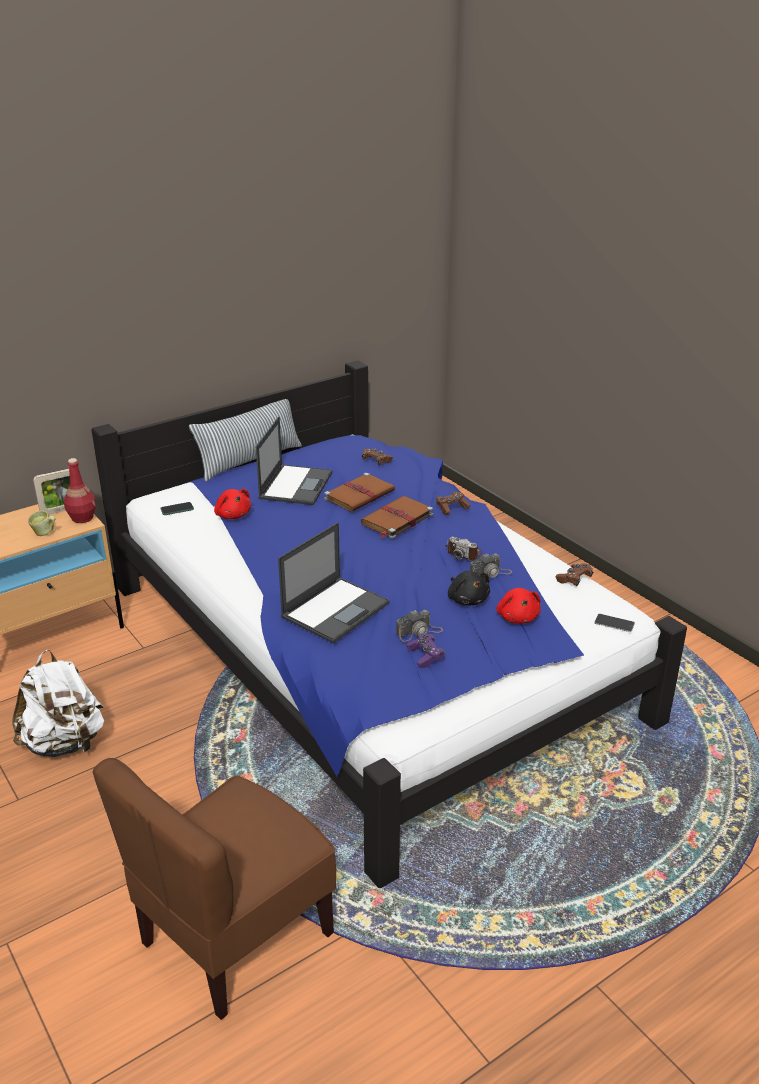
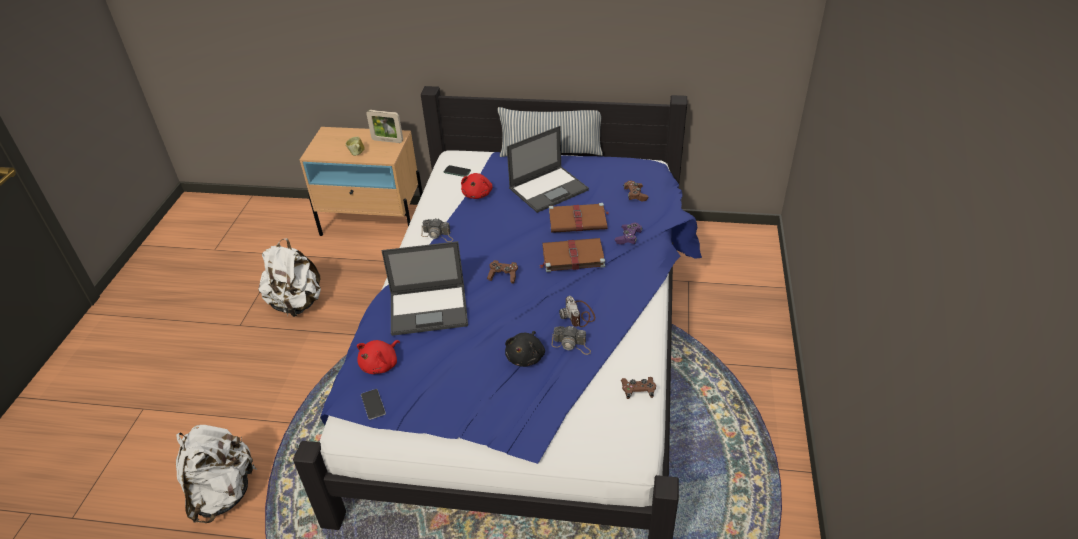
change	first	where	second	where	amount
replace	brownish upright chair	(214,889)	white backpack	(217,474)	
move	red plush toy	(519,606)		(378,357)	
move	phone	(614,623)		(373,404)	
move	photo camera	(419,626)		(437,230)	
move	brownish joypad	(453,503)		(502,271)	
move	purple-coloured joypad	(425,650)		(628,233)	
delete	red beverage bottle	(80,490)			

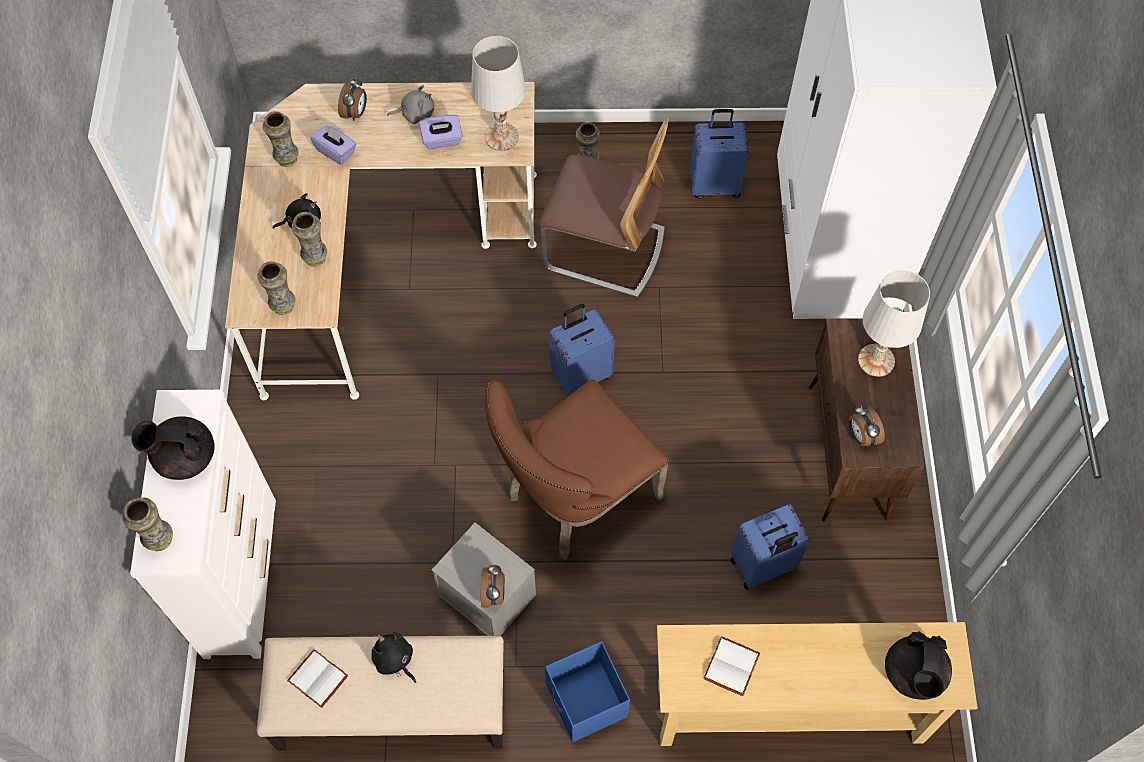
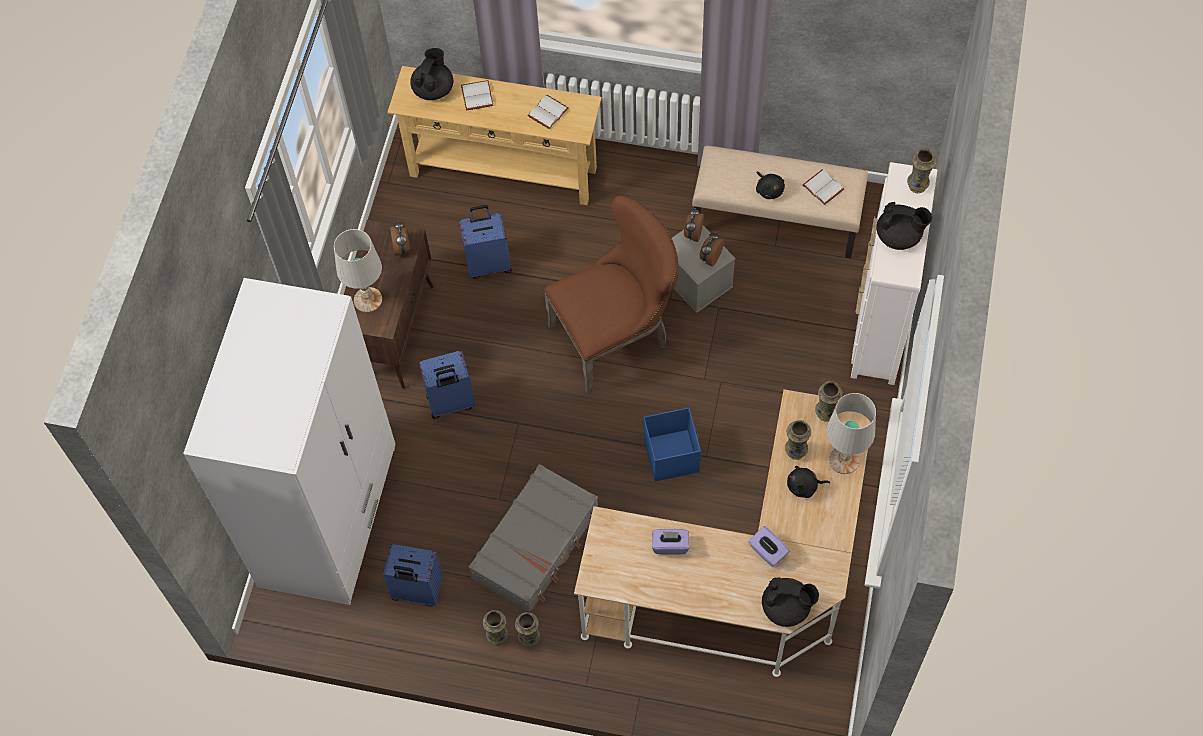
change	first	where	second	where	amount
move	bluish travel case	(582,350)		(447,385)	
insert			white volume	(477,95)	
replace	upright chair	(604,206)	grey travel case	(533,538)	
move	decorative vase	(280,139)		(495,627)	
move	bluish storage container	(587,691)		(672,445)	
move	bedside clock	(352,99)		(712,249)	
insert			black-coloured teapot	(790,602)	
move	white lamp for a table	(498,93)		(851,433)	
delete	grey plush toy	(410,104)			

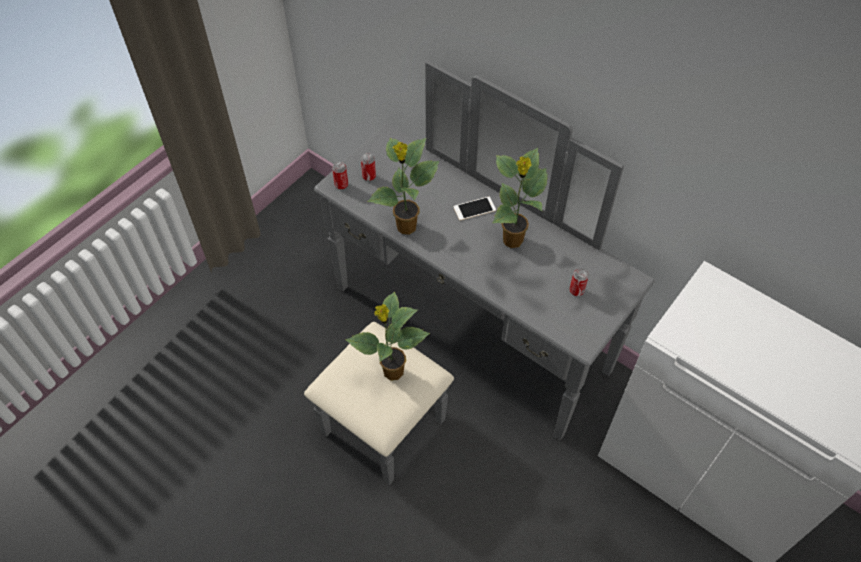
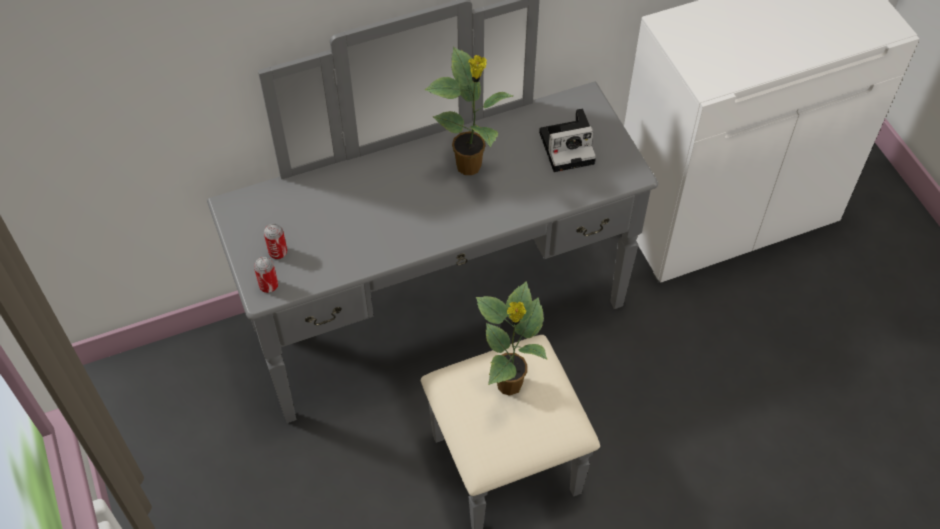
change	first	where	second	where	amount
replace	sealed can	(579,282)	photo camera	(567,140)	
delete	plant in a pot	(403,186)			
delete	phone	(475,208)			

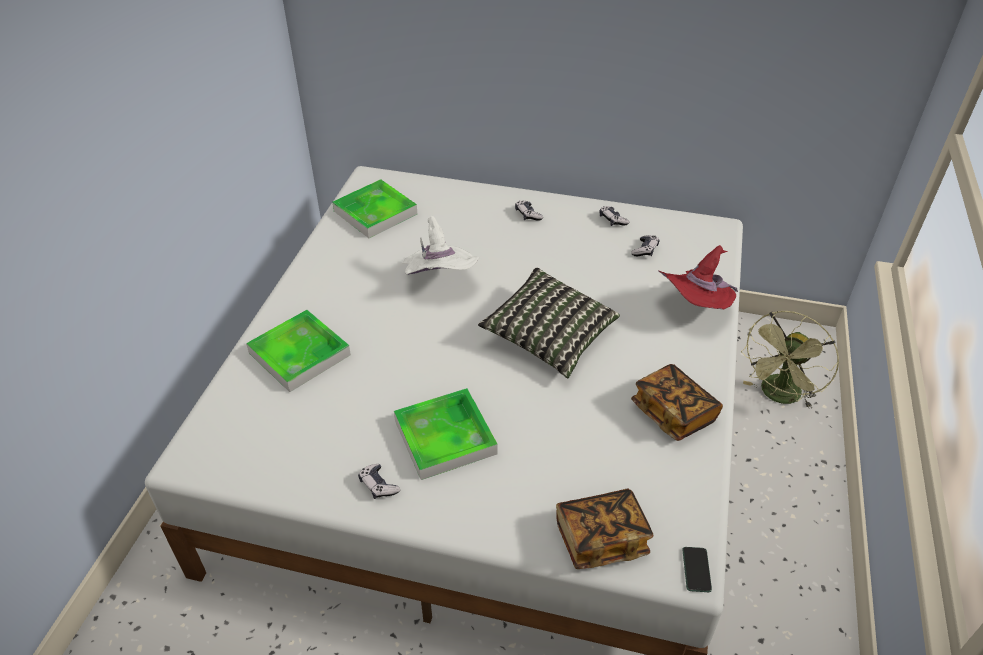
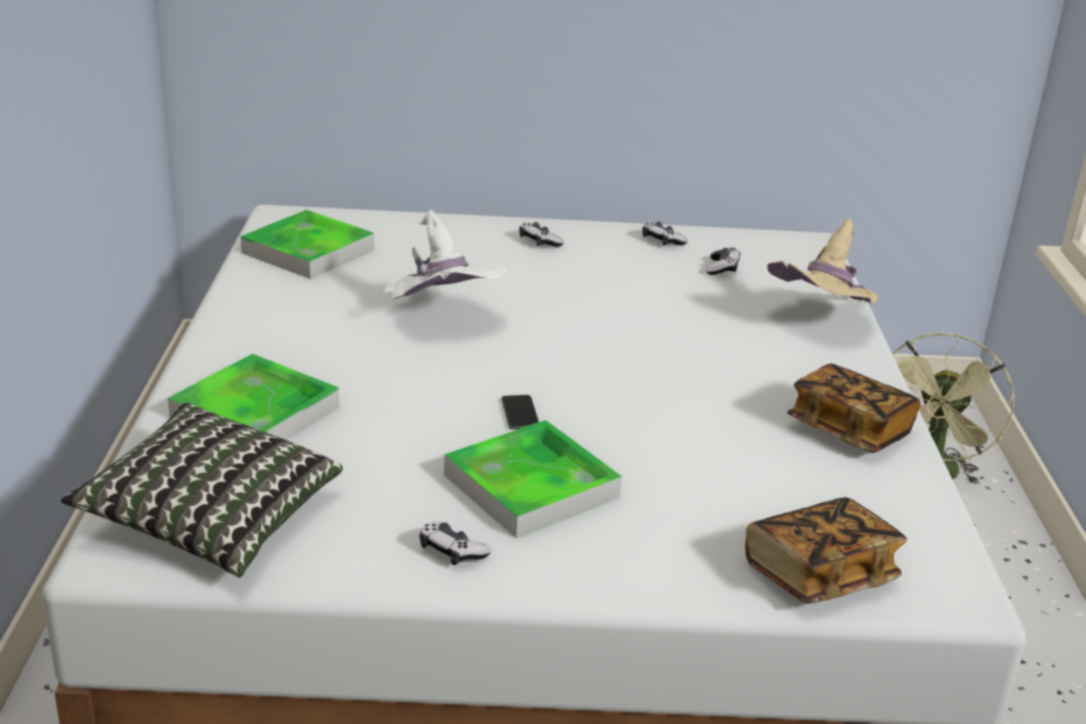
change	first	where	second	where	amount
move	pillow	(549,322)		(202,490)	
move	phone	(697,569)		(520,412)	
recolor	red clothing hat	(698,277)	beige-coloured clothing hat	(822,261)	

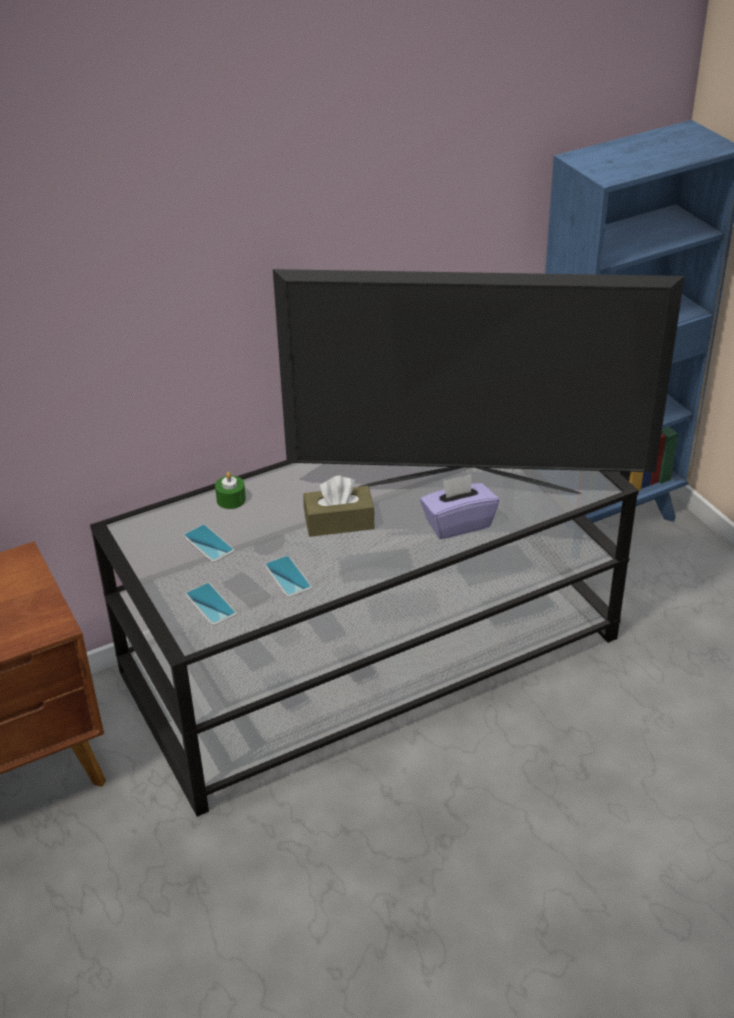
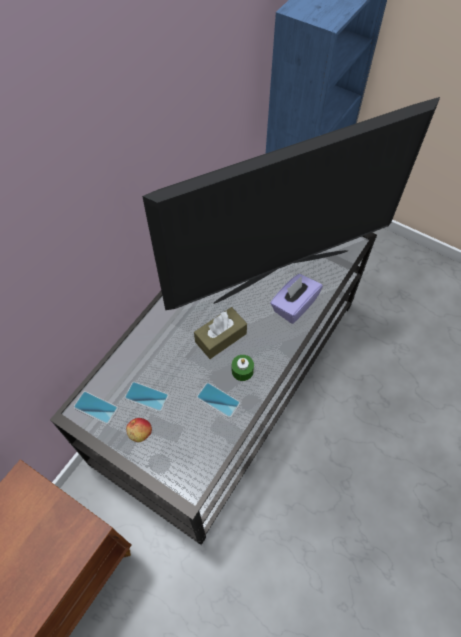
change	first	where	second	where	amount
move	phone	(211,604)		(96,407)	
insert			apple fruit	(139,430)	
move	green wax light	(230,490)		(243,368)	

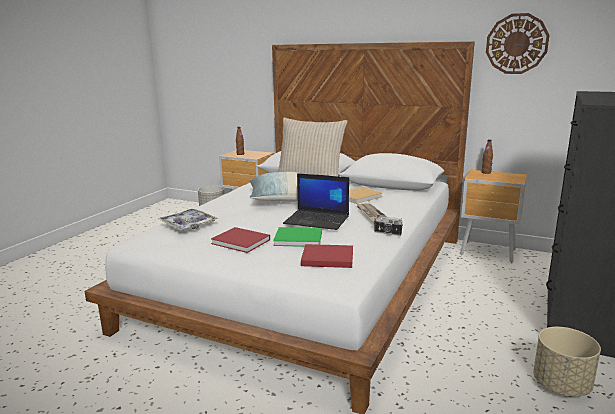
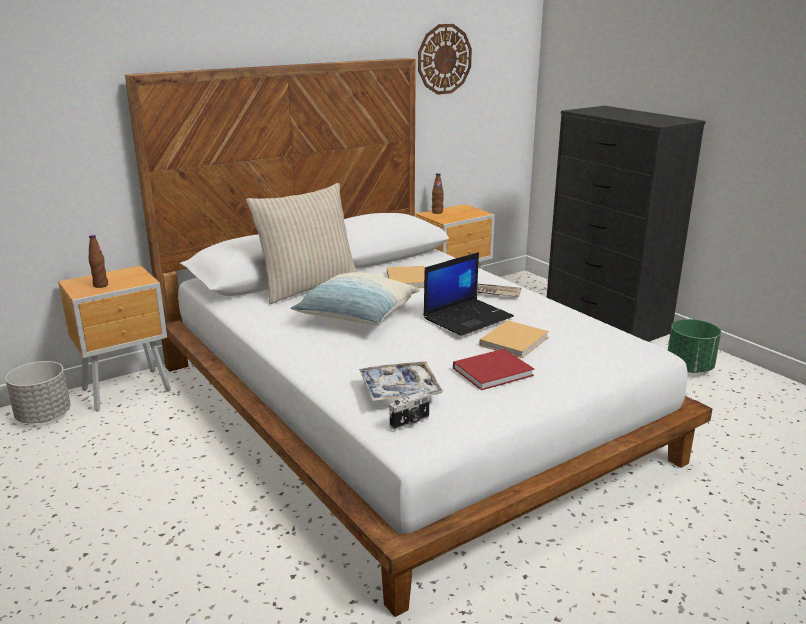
change	first	where	second	where	amount
move	photo camera	(388,225)		(409,410)	
recolor	green volume	(297,237)	beige-coloured volume	(514,339)	
recolor	beige-coloured flower pot	(567,362)	green flower pot	(694,346)	
delete	red volume	(327,256)			

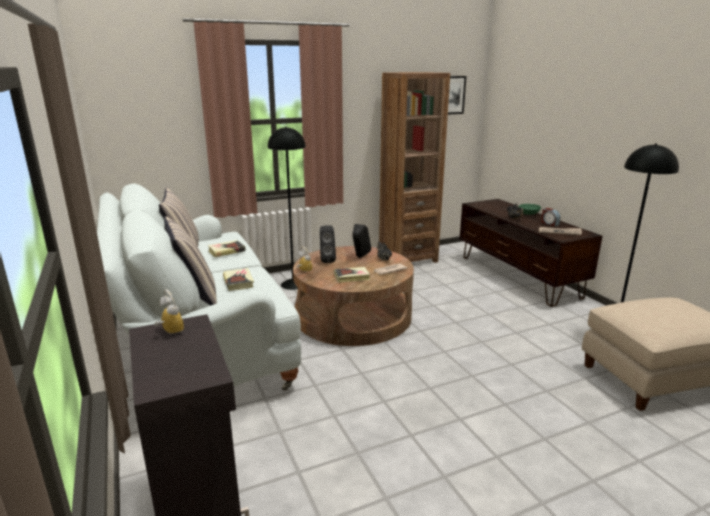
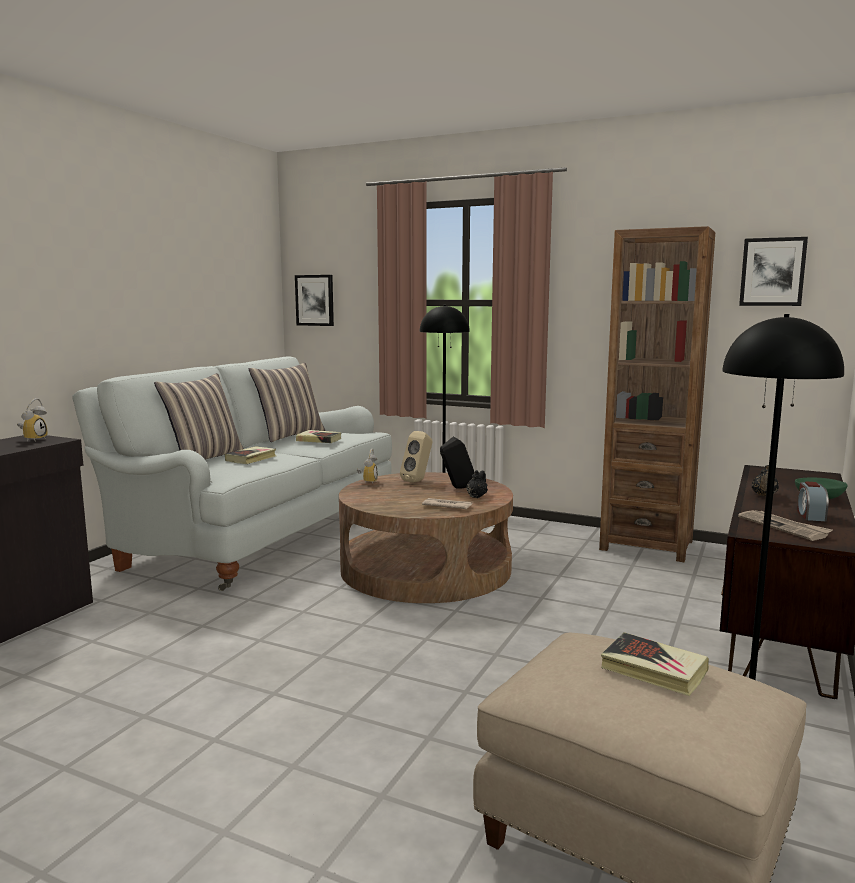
change	first	where	second	where	amount
insert			wall art	(314,300)	
recolor	black-coloured speaker	(328,244)	beige-coloured speaker	(416,457)	
move	volume	(352,275)		(655,664)	

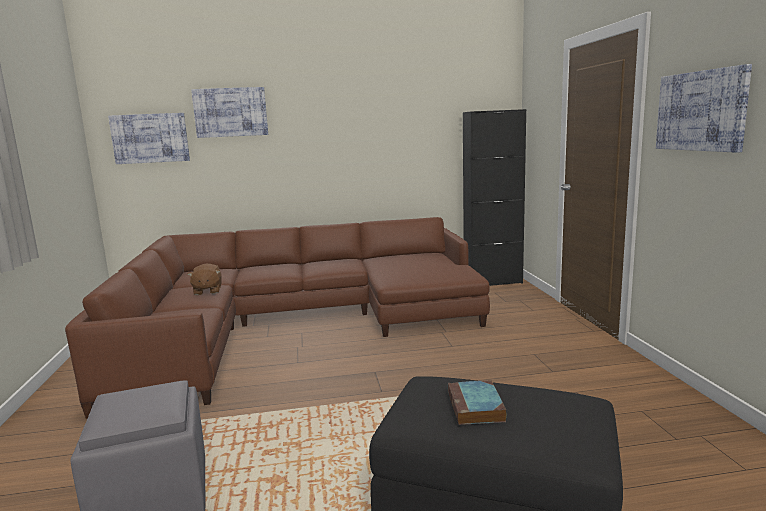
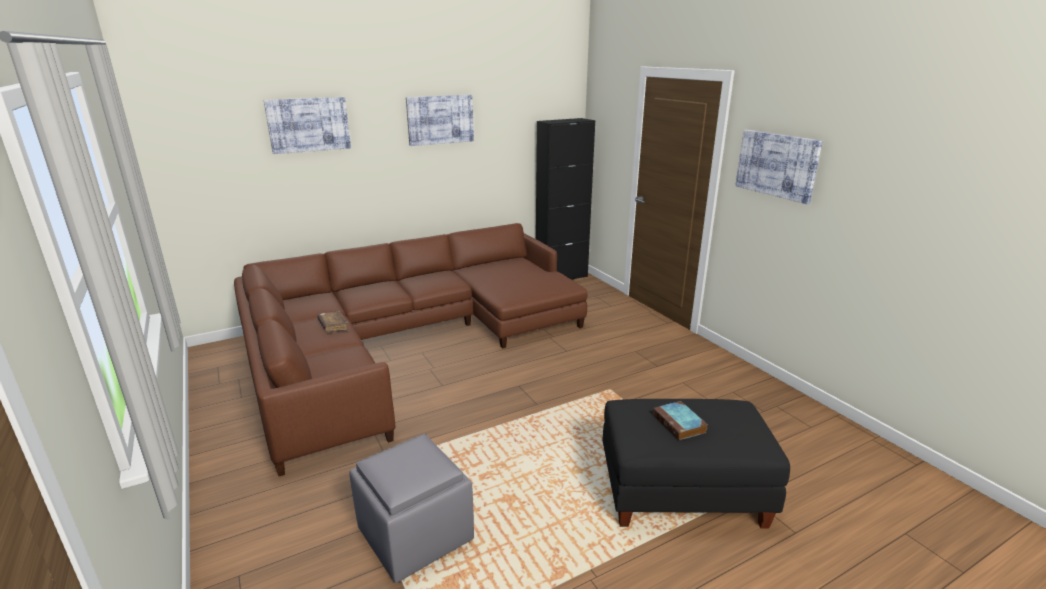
change	first	where	second	where	amount
replace	brownish plush toy	(204,279)	brownish volume	(333,322)	
move	wall art	(149,138)		(440,120)	

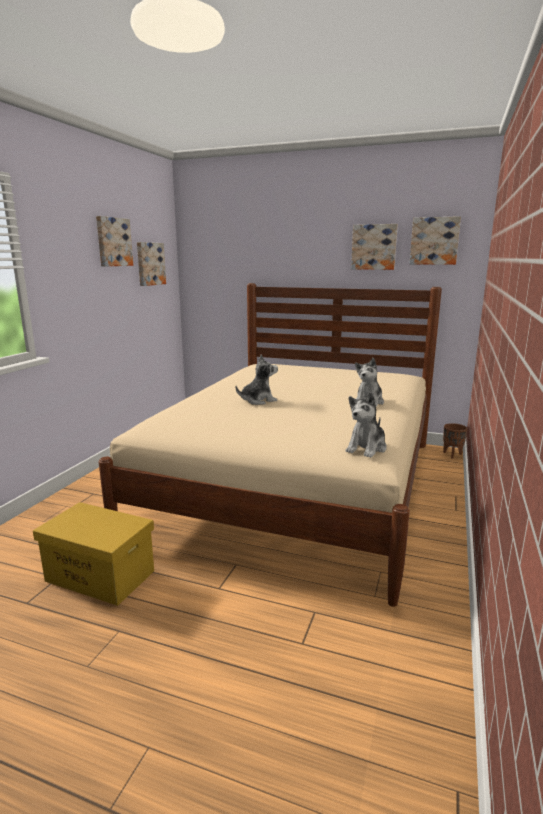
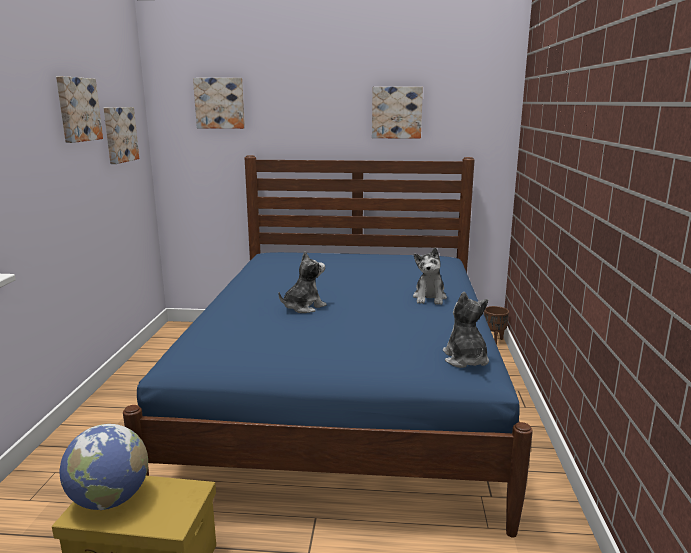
change	first	where	second	where	amount
insert			globe	(103,467)	
recolor	beige-coloured sleeping bed	(270,445)	bluish sleeping bed	(328,346)	
move	wall art	(435,240)		(219,103)	
rotate	plush toy	(366,425)		(466,330)	150 degrees clockwise

